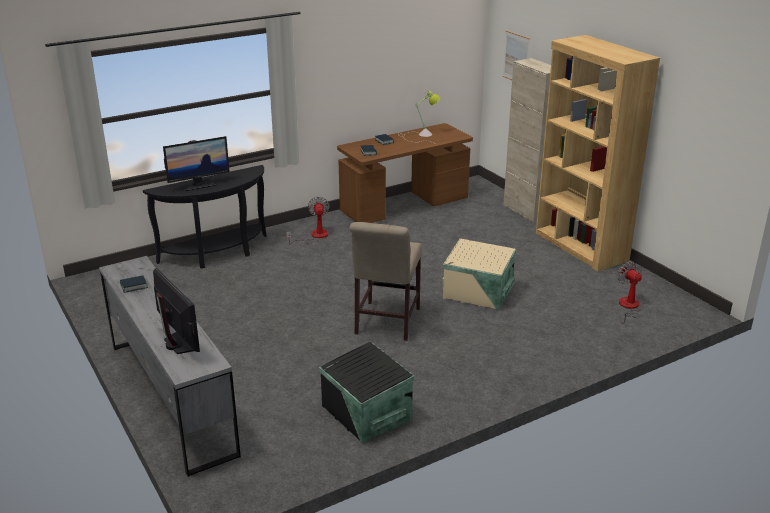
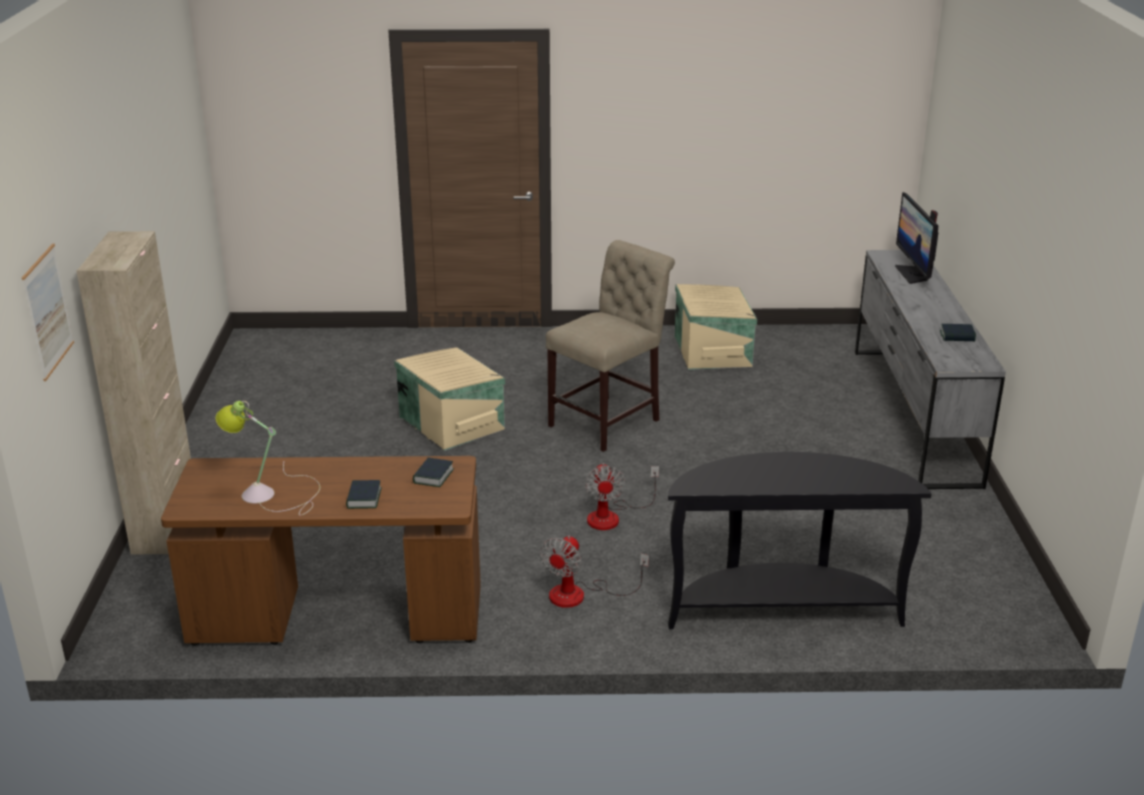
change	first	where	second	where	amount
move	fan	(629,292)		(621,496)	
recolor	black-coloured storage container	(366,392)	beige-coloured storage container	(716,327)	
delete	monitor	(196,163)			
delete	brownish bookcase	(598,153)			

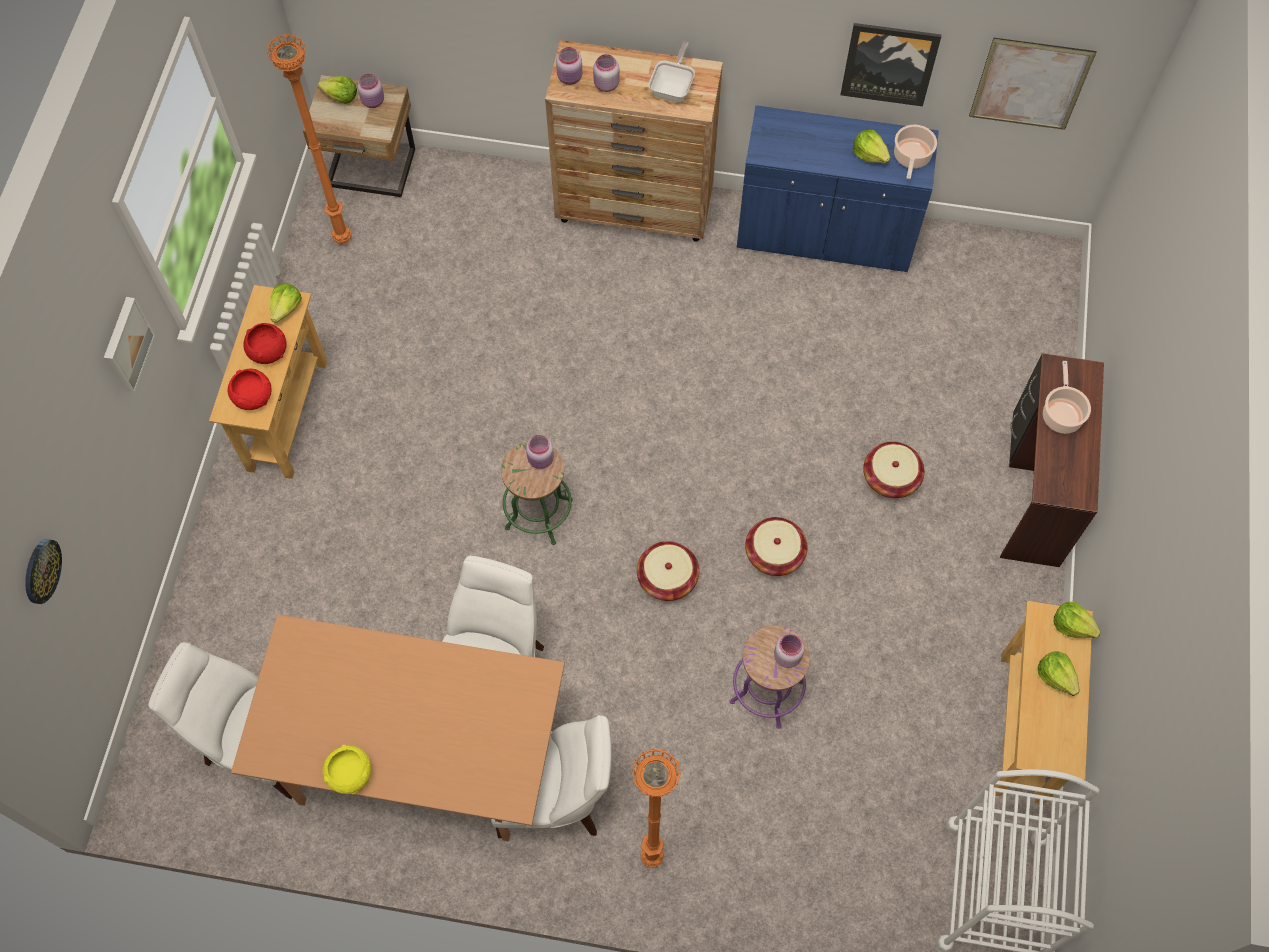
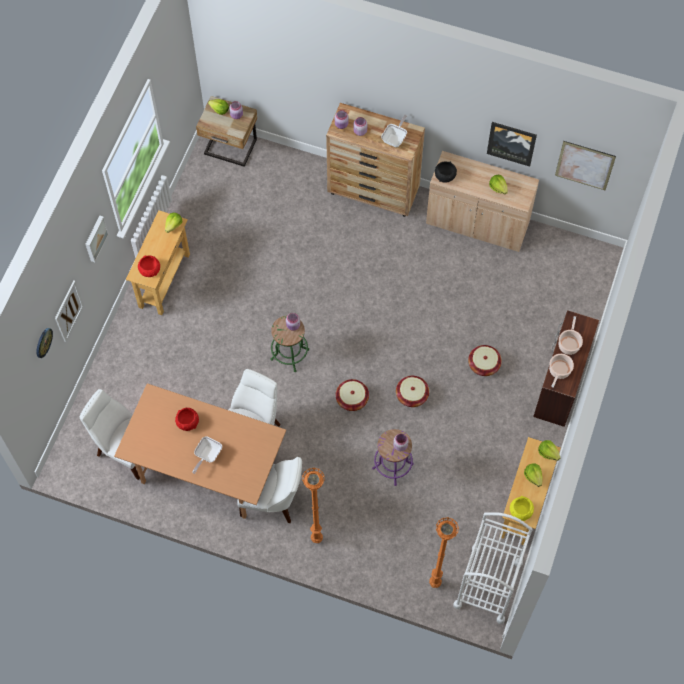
change	first	where	second	where	amount
insert			wall art	(69,311)	
move	red serving bowl	(265,343)		(187,419)	
insert			frying pan	(207,455)	
recolor	bluish cupboard	(838,188)	beige-coloured cupboard	(482,201)	
move	orange standard lamp	(309,139)		(444,552)	
insert			black-coloured serving bowl	(446,172)	
move	yellow serving bowl	(347,769)		(522,508)	
move	saucepot	(915,152)		(561,371)	

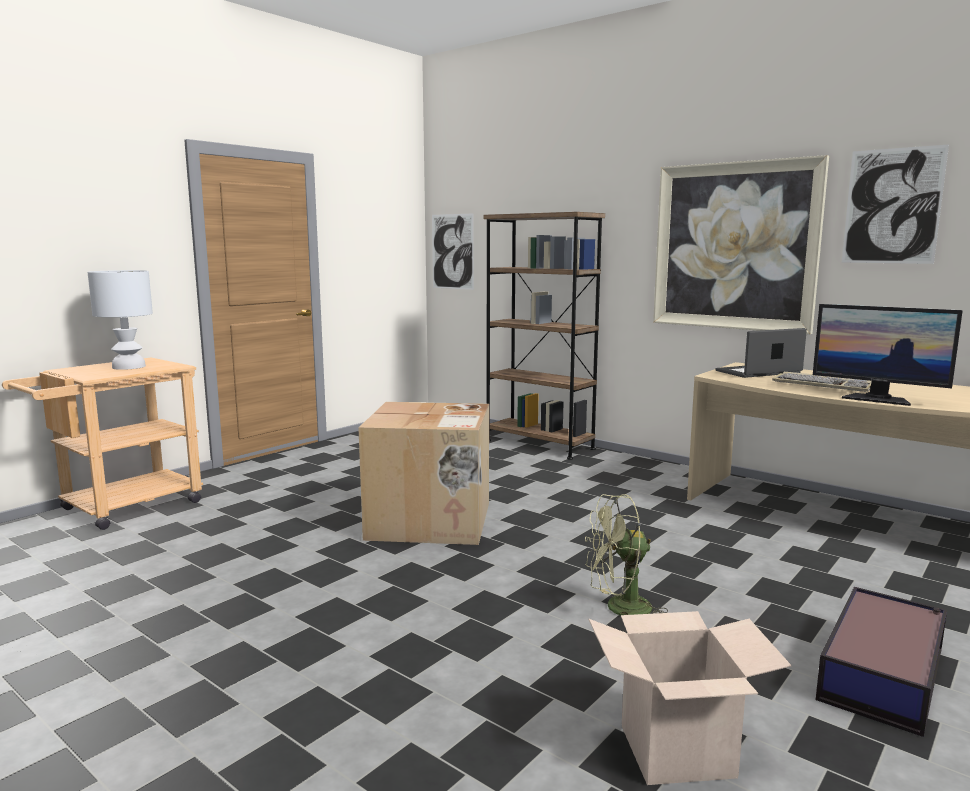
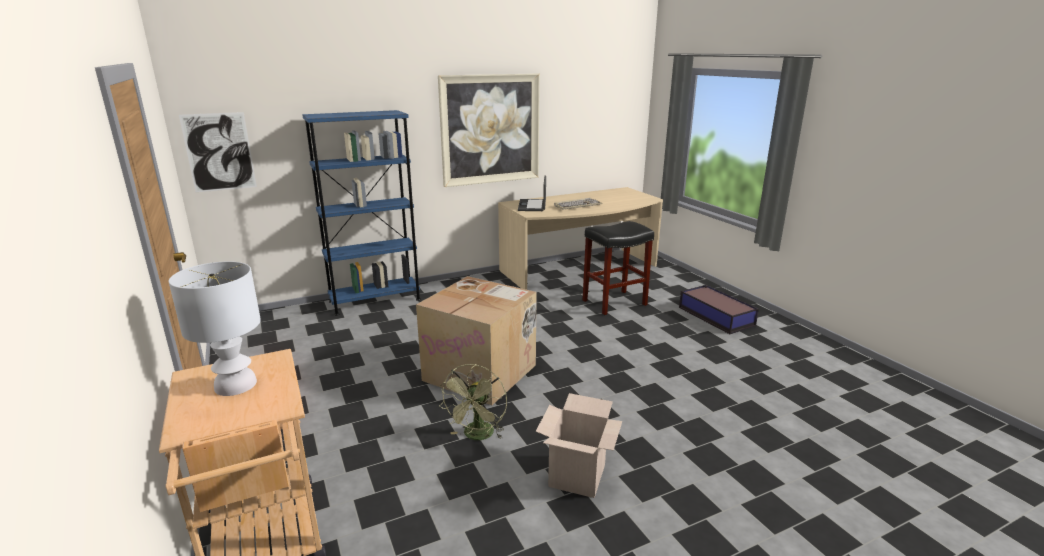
change	first	where	second	where	amount
recolor	brownish bookcase	(544,336)	bluish bookcase	(361,212)	
move	green fan	(626,555)		(473,402)	
move	carton	(690,698)		(579,445)	
insert			black-coloured stool seat	(618,268)	
delete	monitor	(888,355)			
delete	wall art	(895,204)			

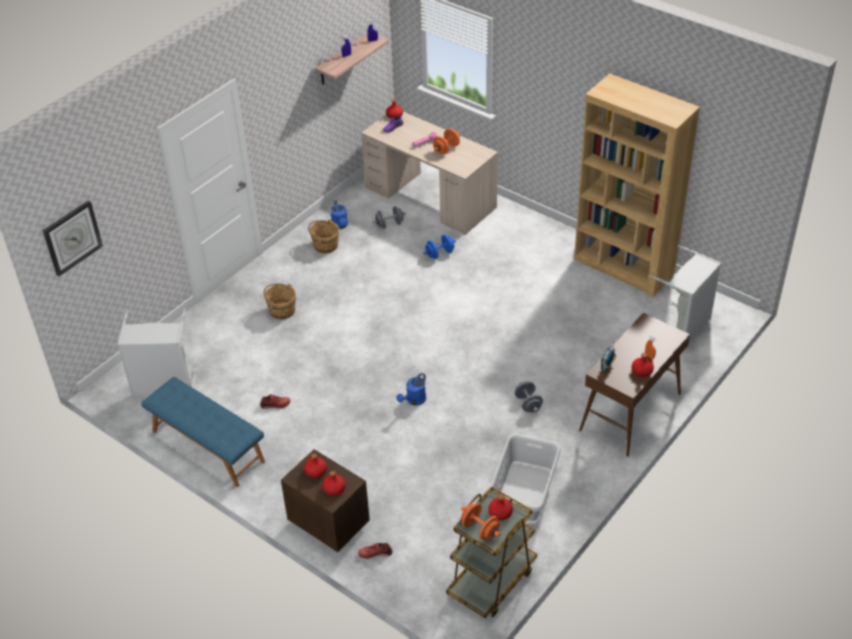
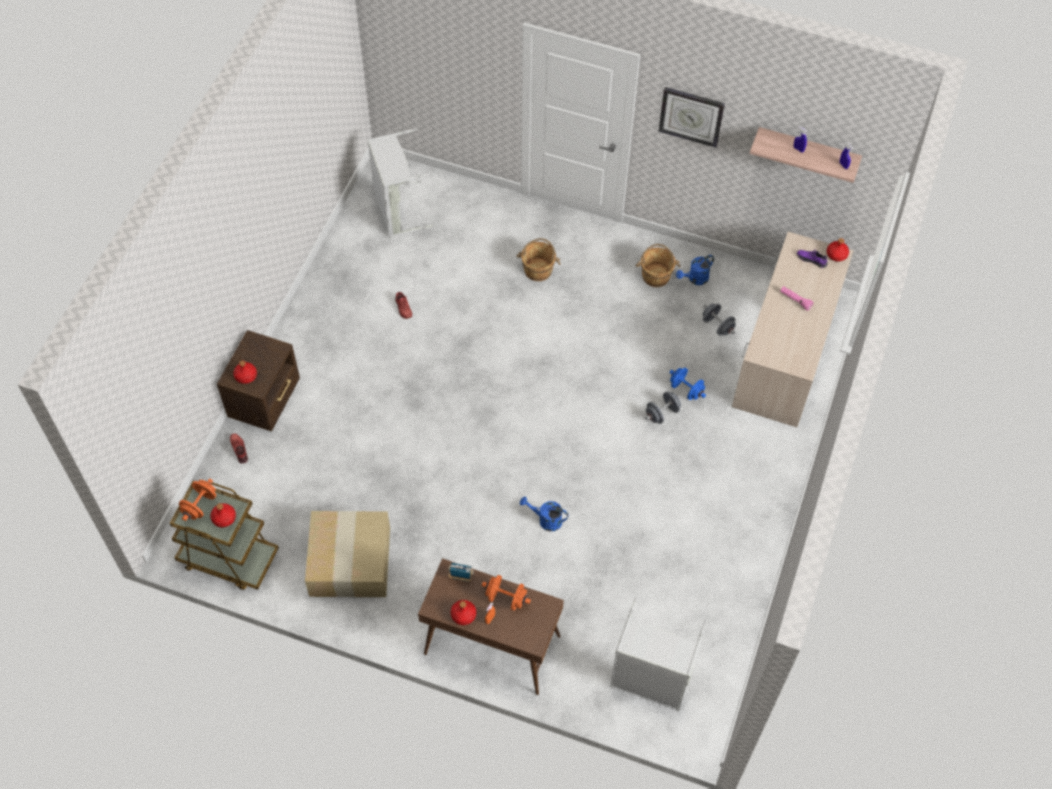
change	first	where	second	where	amount
replace	grey hamper	(524,477)	carton	(347,554)	
move	orange dumbbell	(446,141)		(506,593)	
move	bluish watering can	(411,389)		(544,514)	
move	grey dumbbell	(528,397)		(663,407)	
move	hanging clock	(73,238)		(692,117)	
delete	bluish long seat	(203,432)			
delete	red beverage bottle	(315,465)			
delete	brownish bookcase	(637,185)			

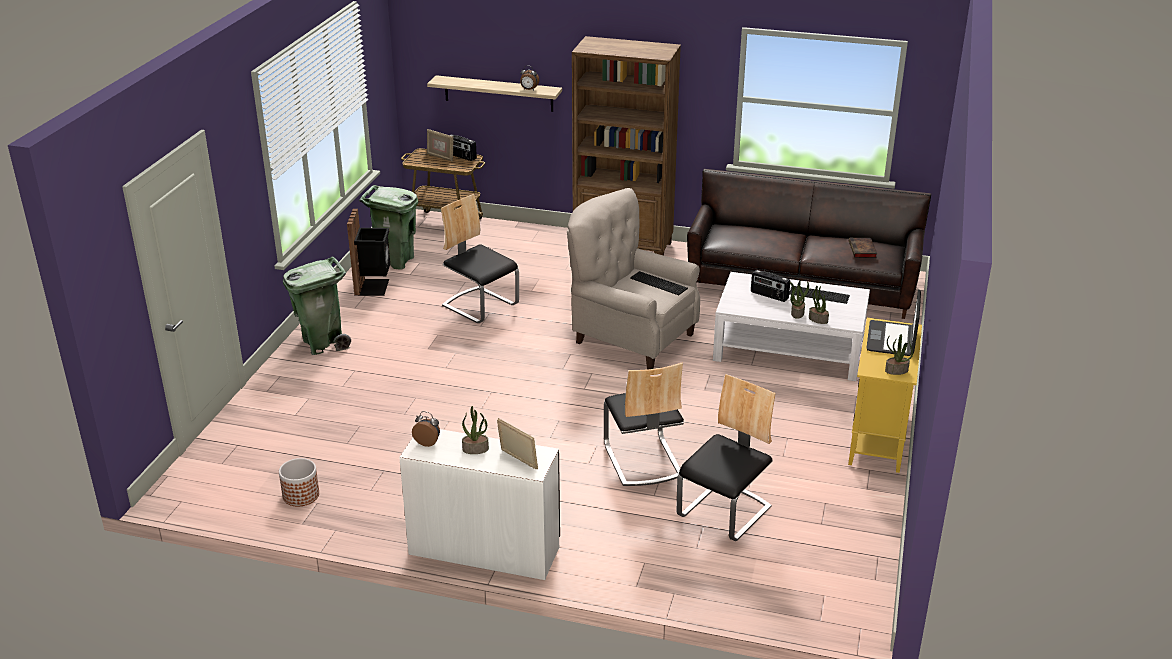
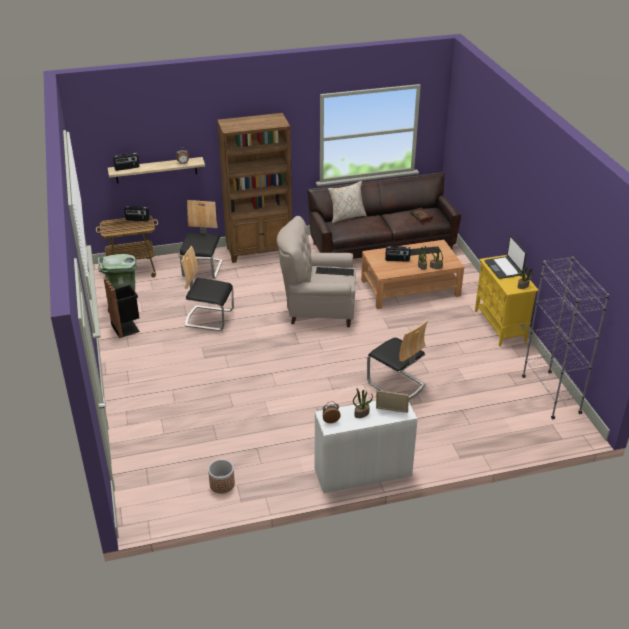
change	first	where	second	where	amount
insert			radio	(126,162)	
move	upright chair	(726,457)		(201,239)	
insert			beige-coloured pillow	(347,202)	
recolor	white low table	(791,326)	brownish low table	(412,274)	
insert			grey bookcase	(566,337)	
delete	green trash can	(317,306)			
delete	standing frame	(440,145)			

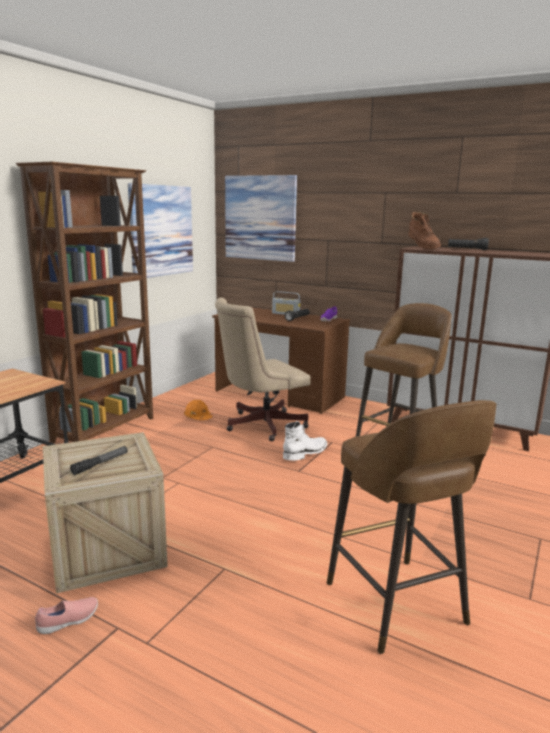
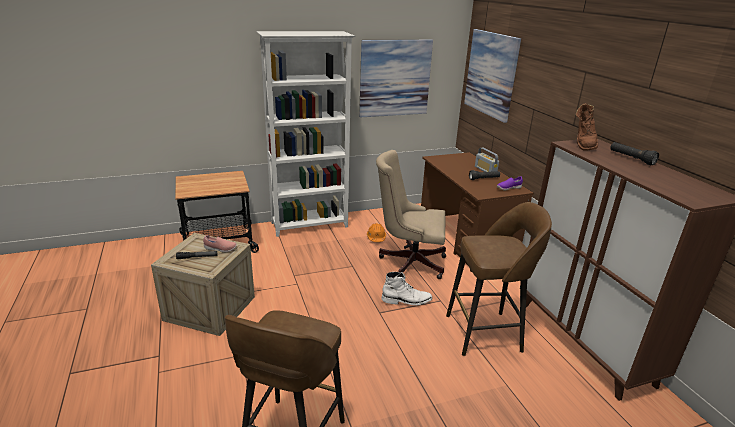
change	first	where	second	where	amount
move	pinkish shoe	(66,615)		(220,243)	
recolor	brownish bookcase	(84,302)	white bookcase	(306,134)	

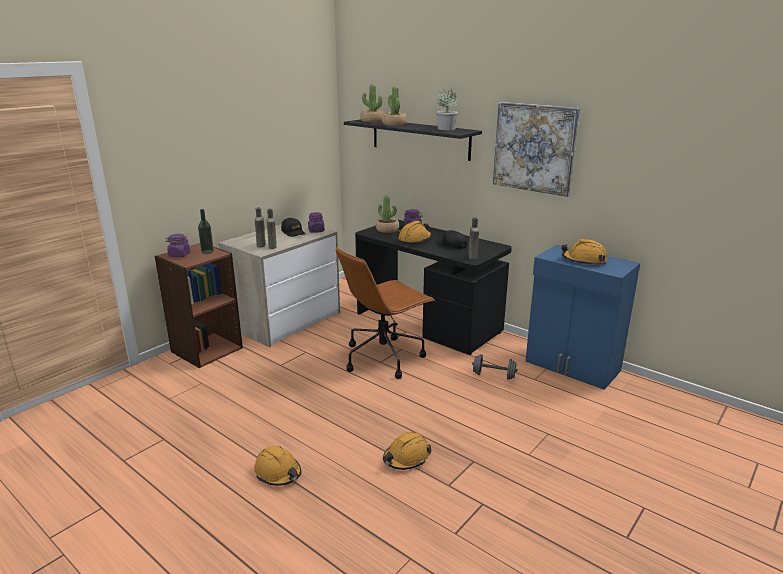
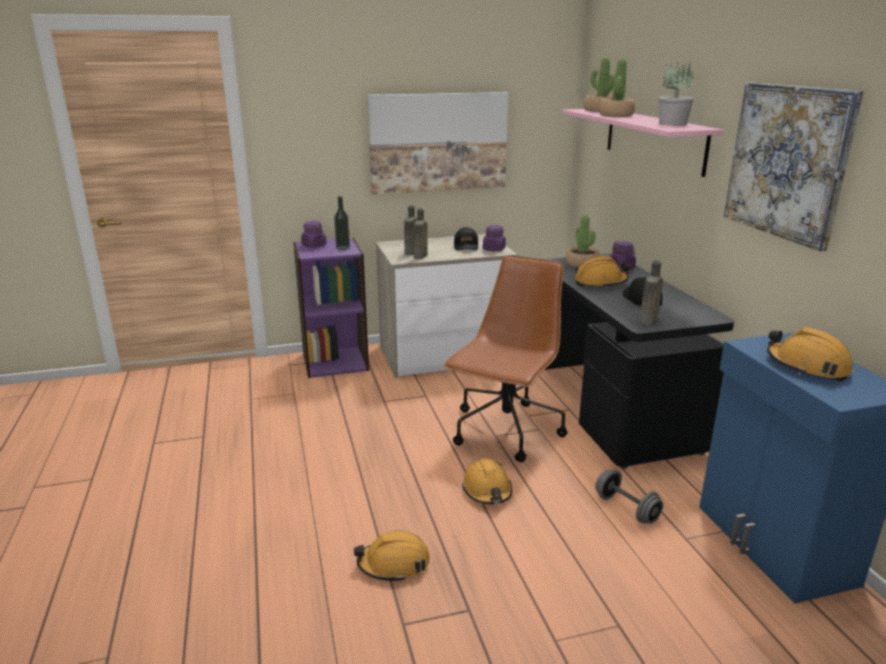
change	first	where	second	where	amount
recolor	brownish bookcase	(199,305)	purple-coloured bookcase	(331,308)	
insert			wall art	(437,143)	
rotate	brownish computer chair	(385,313)		(506,358)	120 degrees clockwise
move	orange safety helmet	(277,466)		(487,481)	
recolor	black-coloured wall shelf	(413,140)	pinkish wall shelf	(643,143)	

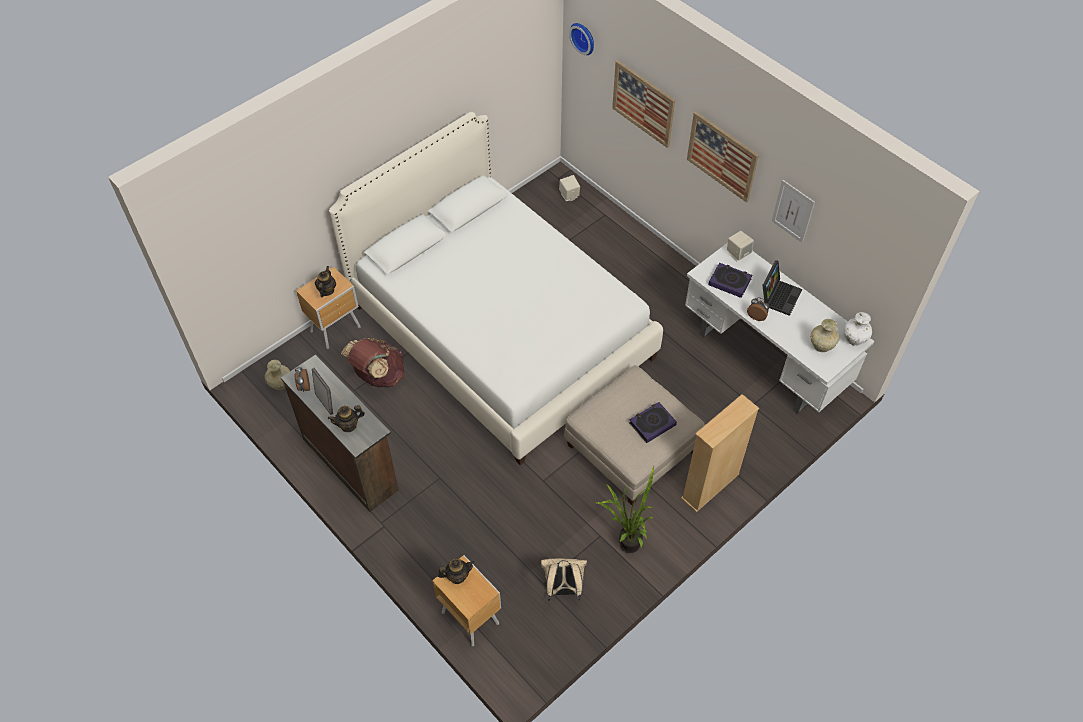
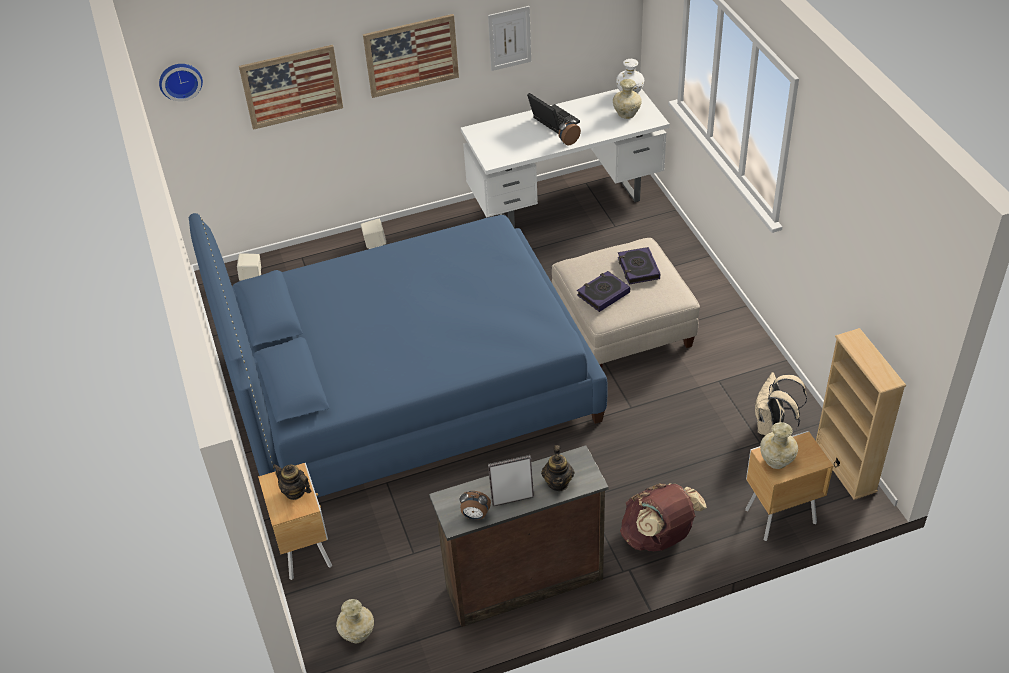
change	first	where	second	where	amount
recolor	white sleeping bed	(496,288)	bluish sleeping bed	(398,355)	
move	beige-coloured speaker	(740,246)		(373,234)	
move	volume	(730,280)		(603,291)	
move	brownish backpack	(372,362)		(663,517)	
replace	teapot	(456,571)	beige-coloured decorative vase	(779,445)	
move	beige-coloured bookcase	(720,453)		(861,414)	
delete	plant in a pot	(624,509)			

